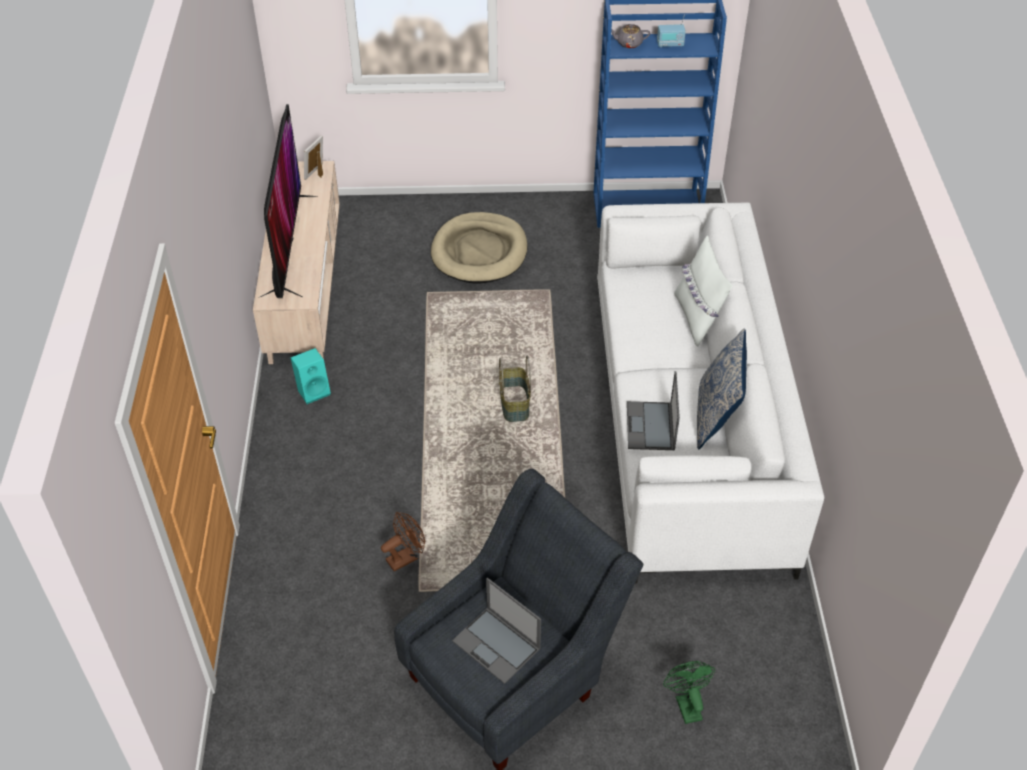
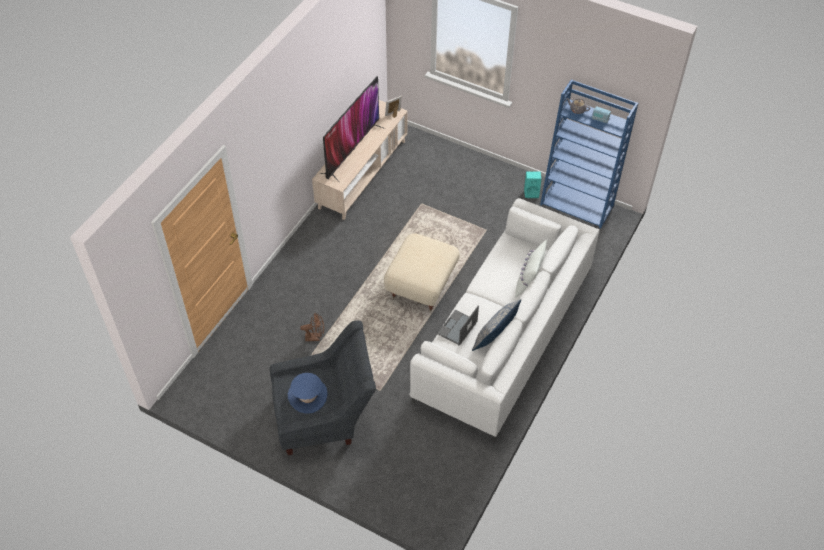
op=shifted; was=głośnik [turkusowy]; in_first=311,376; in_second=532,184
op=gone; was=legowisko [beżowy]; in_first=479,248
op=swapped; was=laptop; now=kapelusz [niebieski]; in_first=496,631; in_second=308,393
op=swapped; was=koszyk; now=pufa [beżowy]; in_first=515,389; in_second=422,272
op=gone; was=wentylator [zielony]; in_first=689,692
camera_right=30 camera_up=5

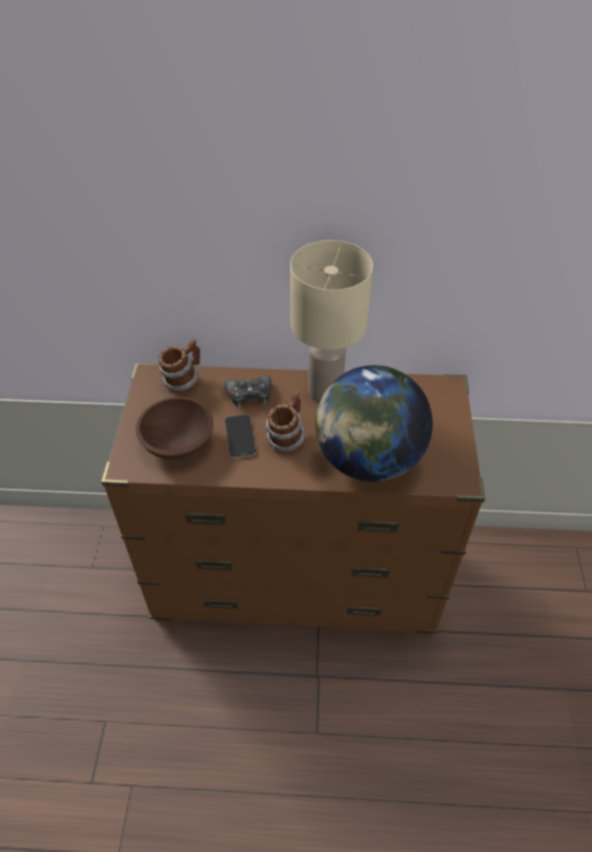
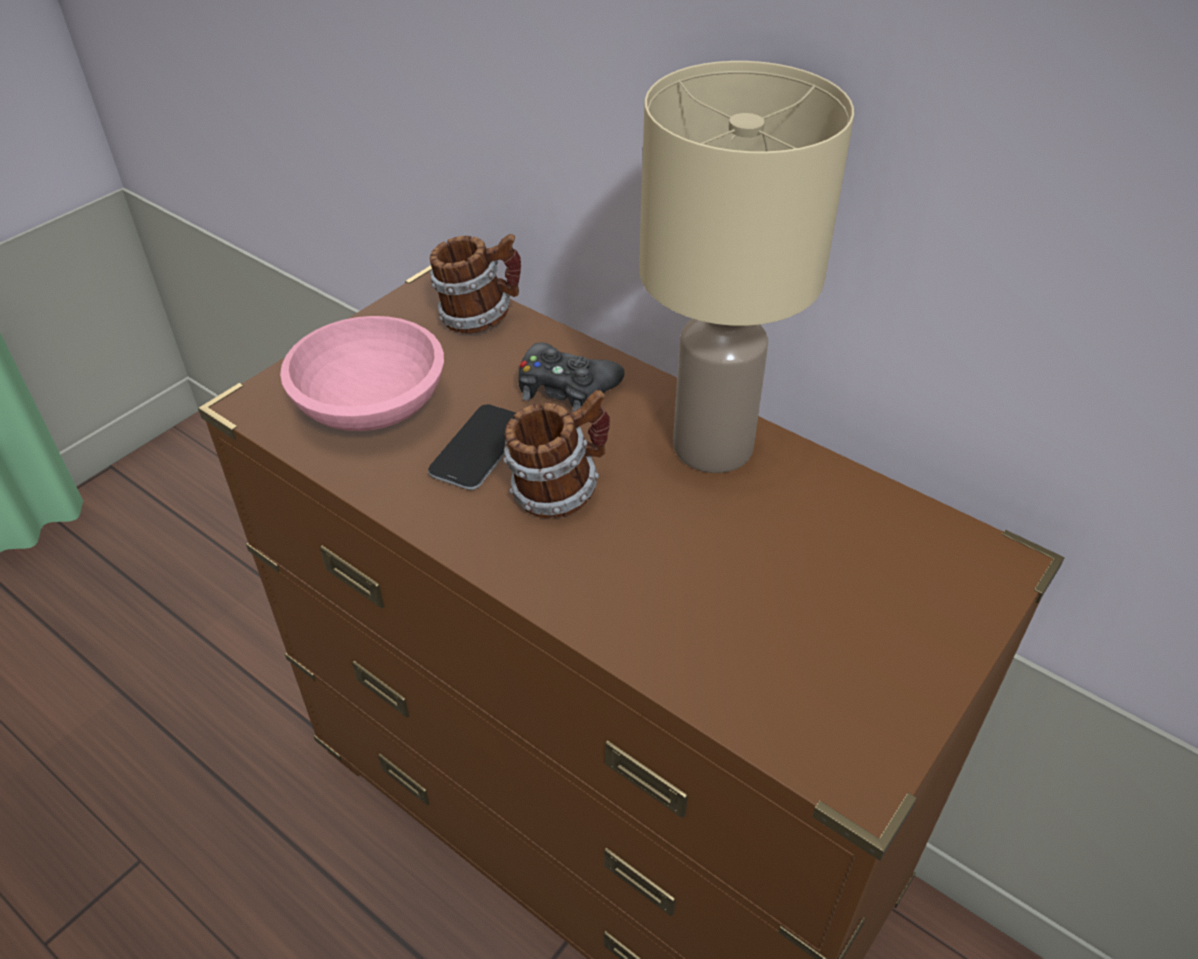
op=repainted; was=miska [brązowy]; now=miska [różowy]; in_first=174,428; in_second=362,373
op=gone; was=globus; in_first=374,423
camera_right=35 camera_up=-5

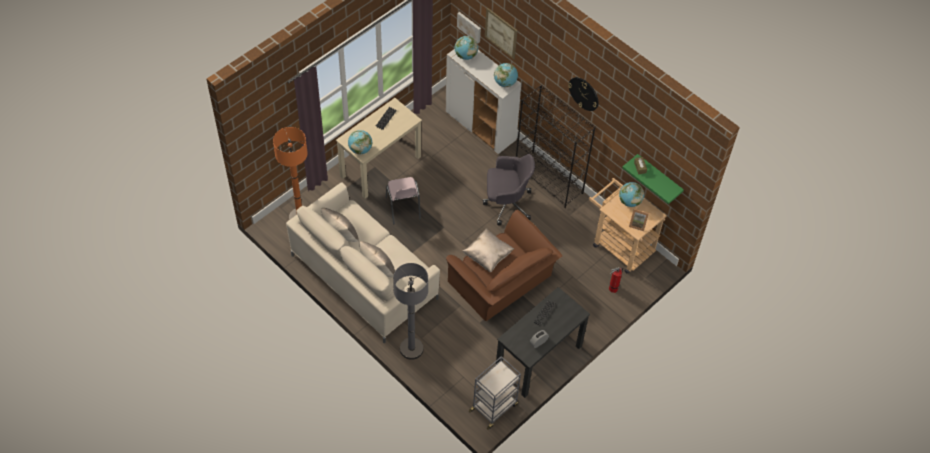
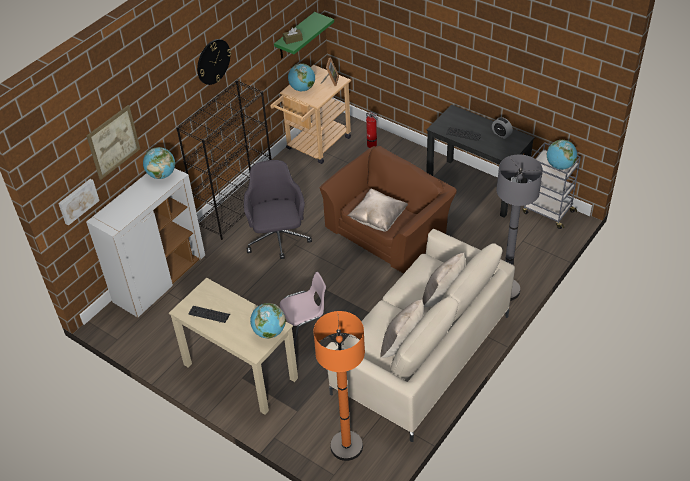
op=shifted; was=globus; in_first=466,48; in_second=562,155
camera_right=-95 camera_up=-10

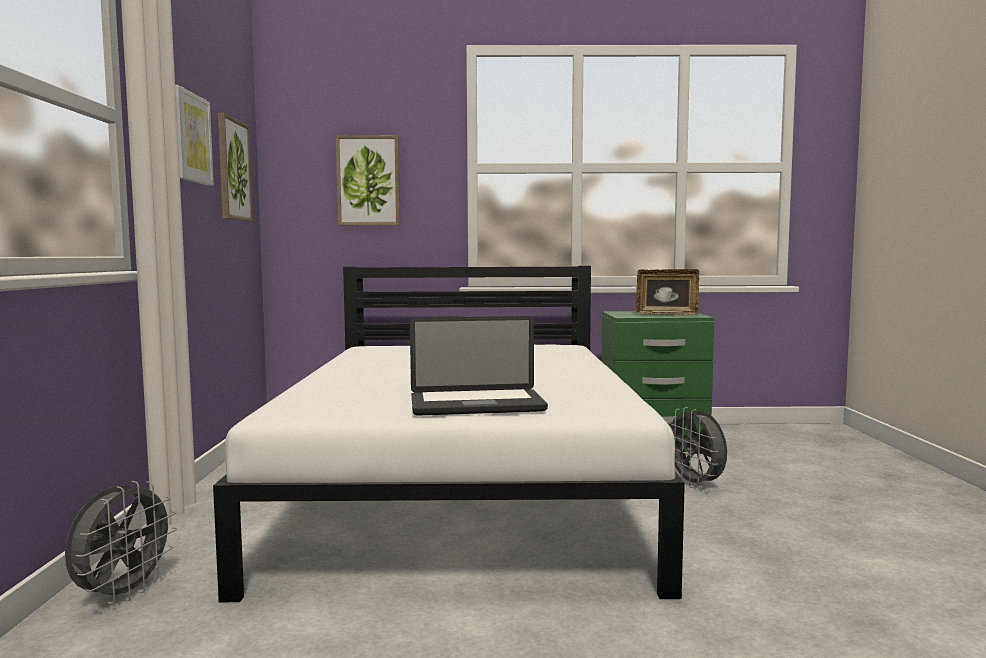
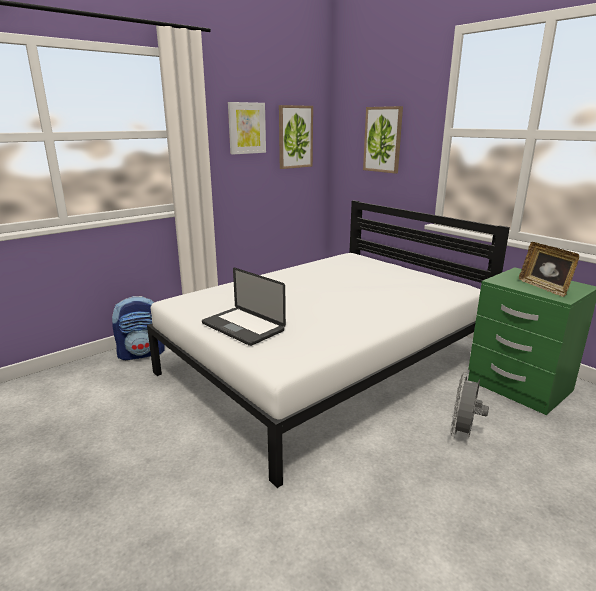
op=swapped; was=wentylator [szary]; now=plecak; in_first=121,542; in_second=138,328
camera_right=50 camera_up=15

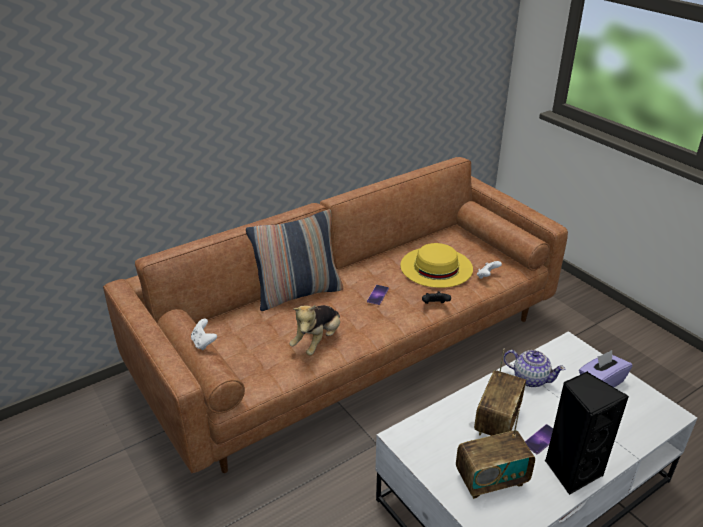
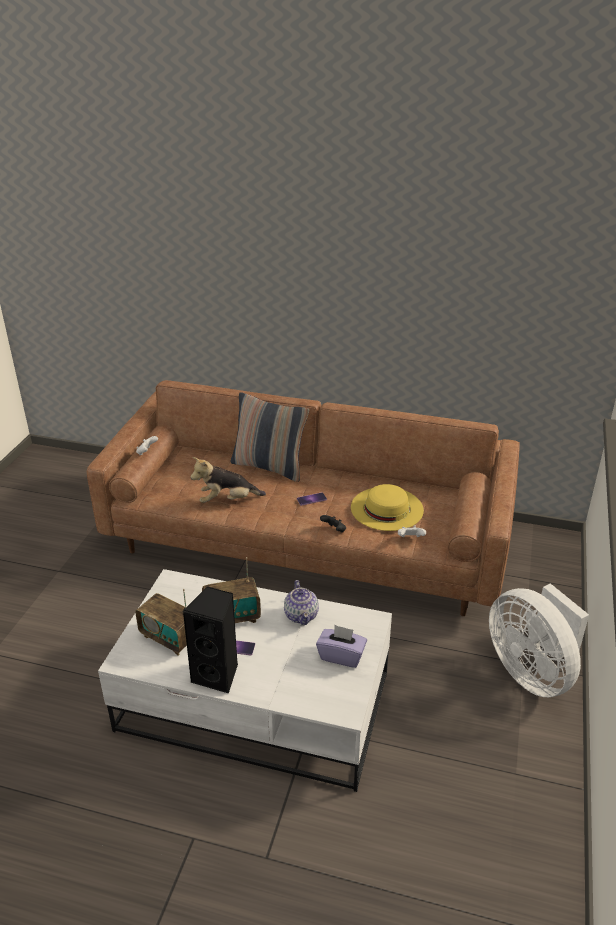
op=new; now=wentylator [biały]; in_second=539,640
camera_right=50 camera_up=0

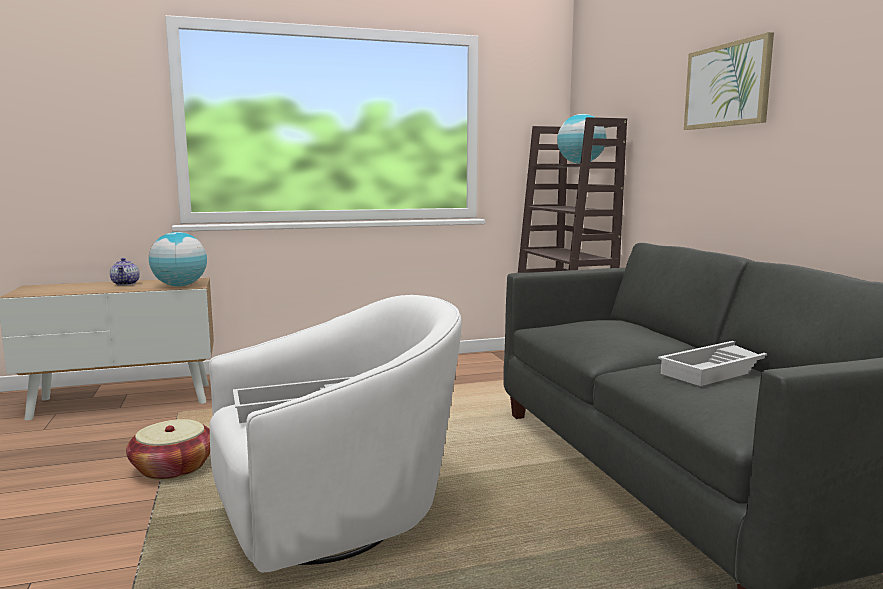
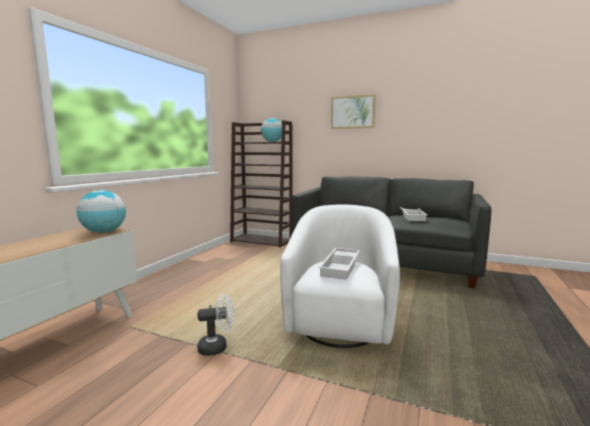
op=gone; was=imbryk; in_first=125,272
op=swapped; was=koszyk; now=wentylator [biały]; in_first=168,449; in_second=215,324
camera_right=-50 camera_up=0

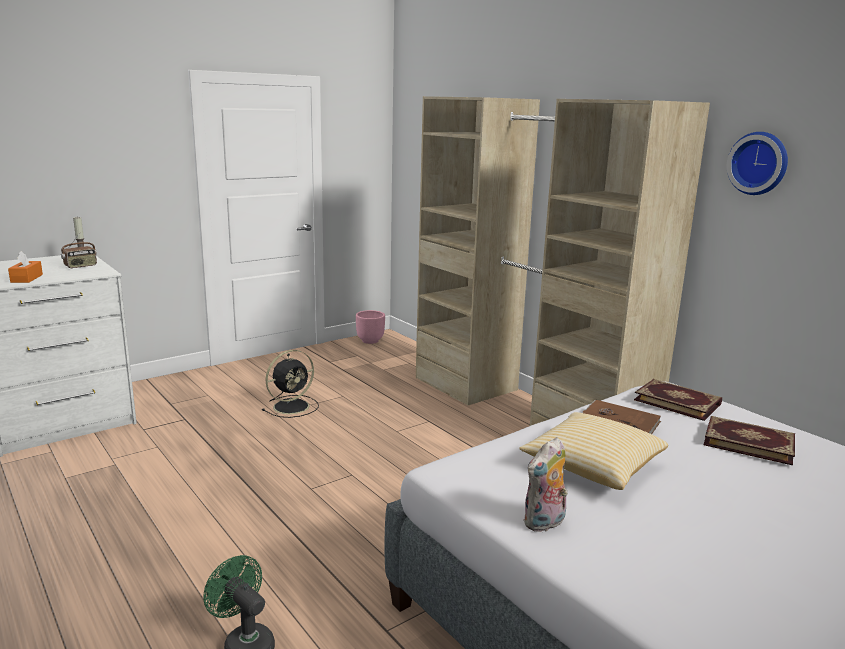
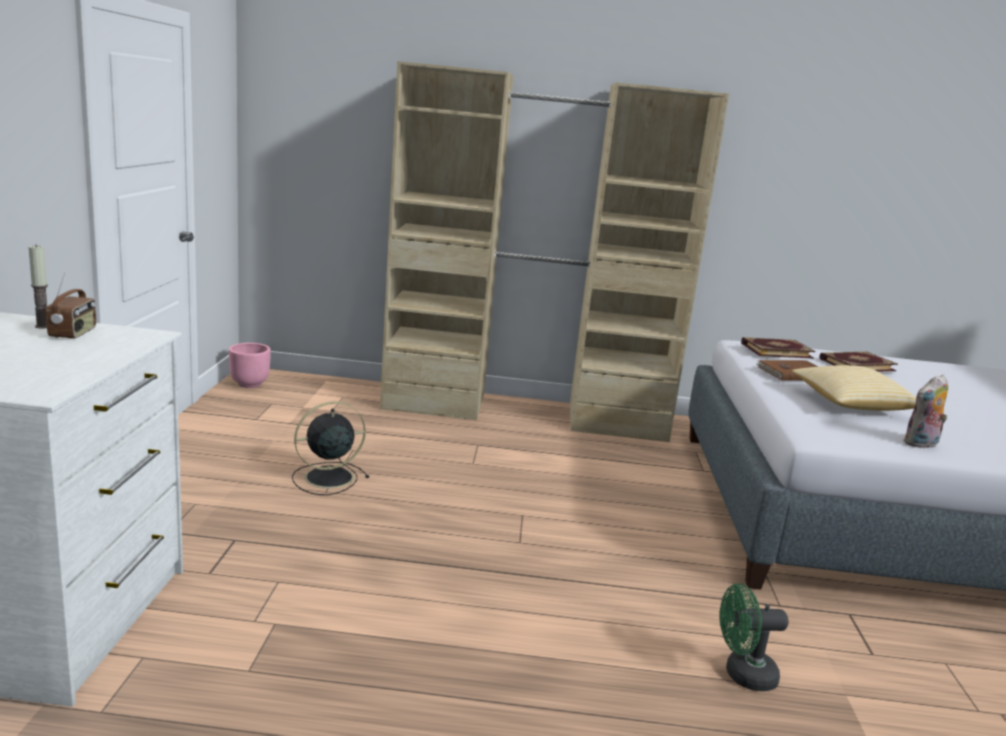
op=gone; was=pudełko chusteczek [pomarańczowy]; in_first=25,267
op=rotated; was=wentylator [czarny]; in_first=290,384; in_second=330,448; clockwise=-120
op=rotated; was=pluszak; in_first=545,485; in_second=925,411; clockwise=60
op=gone; was=zegar ścienny; in_first=757,163
camera_right=-50 camera_up=0

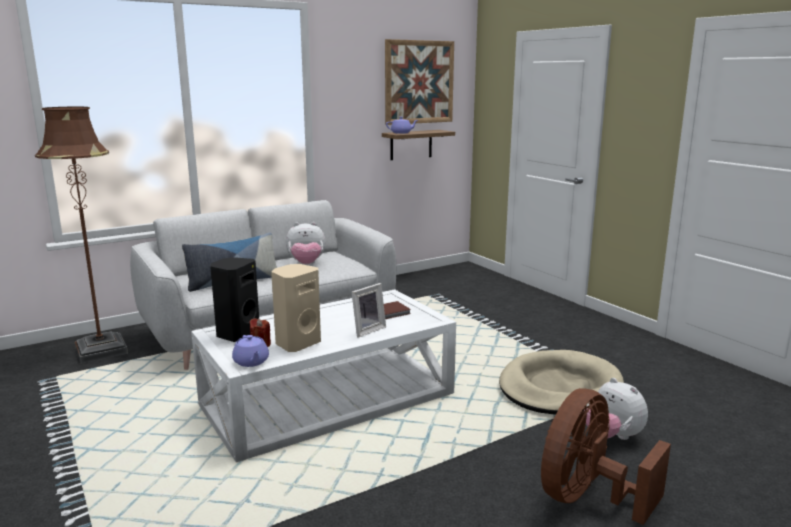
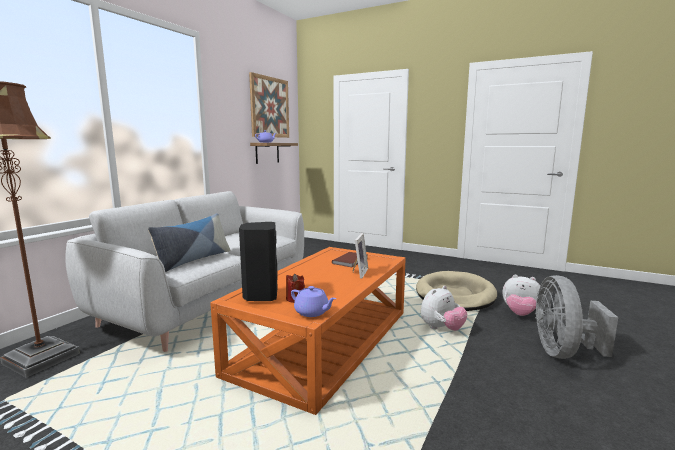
op=repainted; was=ława [biały]; now=ława [pomarańczowy]; in_first=323,376; in_second=308,331
op=gone; was=głośnik [beżowy]; in_first=296,308
op=shifted; was=pluszak; in_first=306,243; in_second=444,308
op=repainted; was=wentylator [brązowy]; now=wentylator [szary]; in_first=606,456; in_second=576,317
camera_right=-30 camera_up=-5

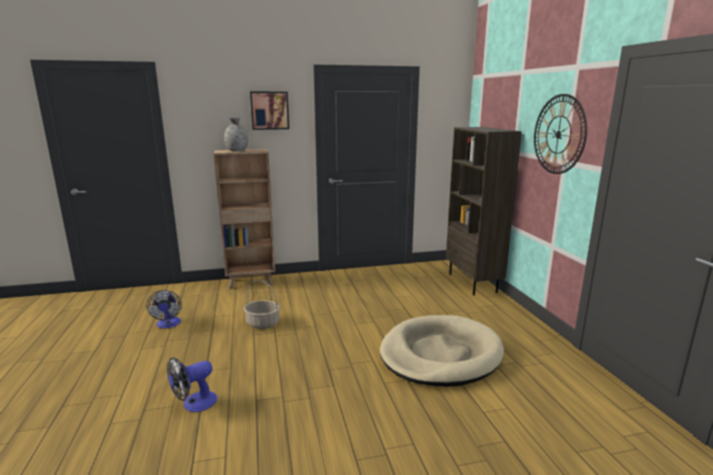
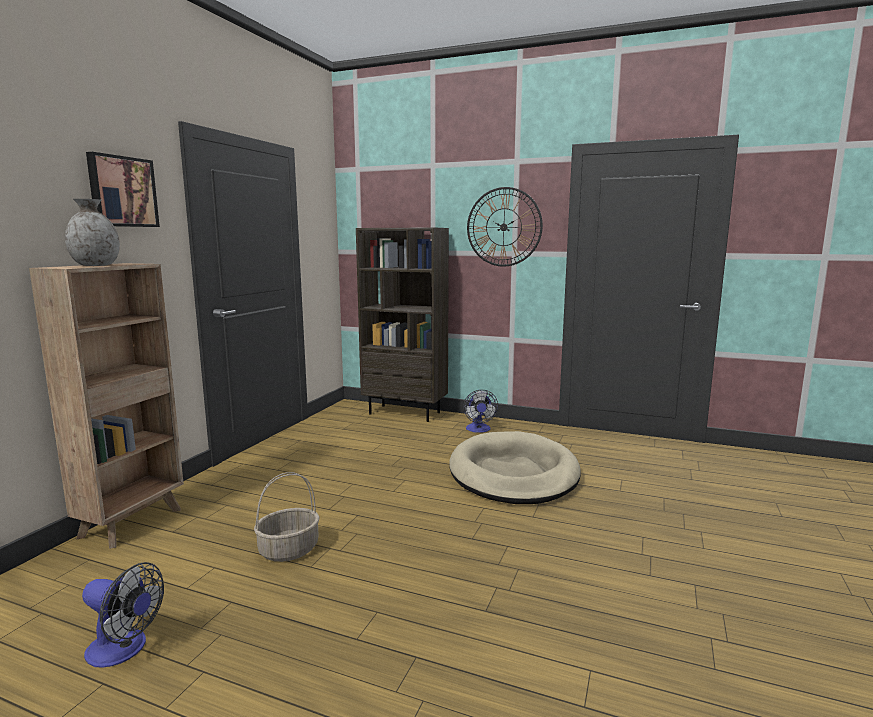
op=shifted; was=wentylator; in_first=192,384; in_second=480,411
camera_right=-55 camera_up=-5

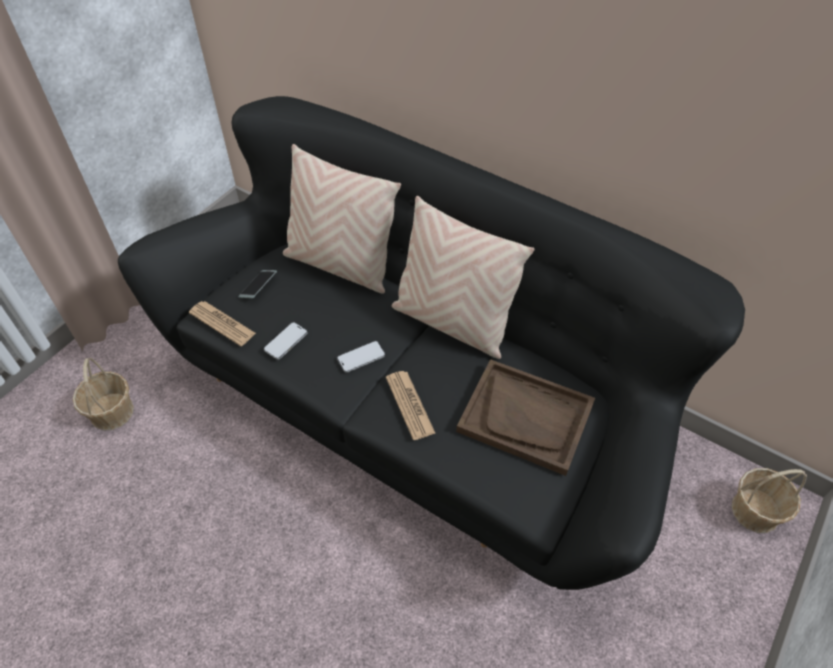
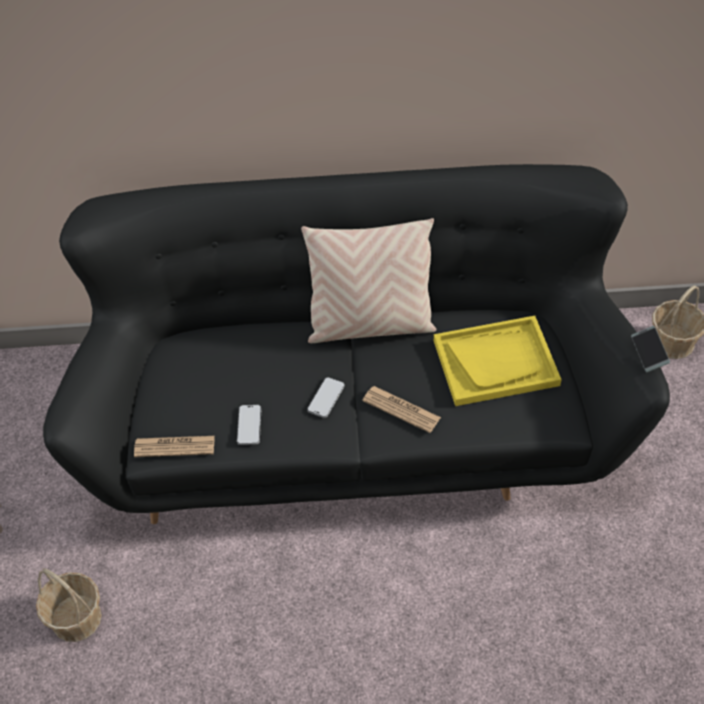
op=shifted; was=telefon; in_first=257,284; in_second=650,349
op=gone; was=poduszka [beżowy]; in_first=342,219
op=repainted; was=taca [brązowy]; now=taca [żółty]; in_first=525,417; in_second=498,361
camera_right=-35 camera_up=0

